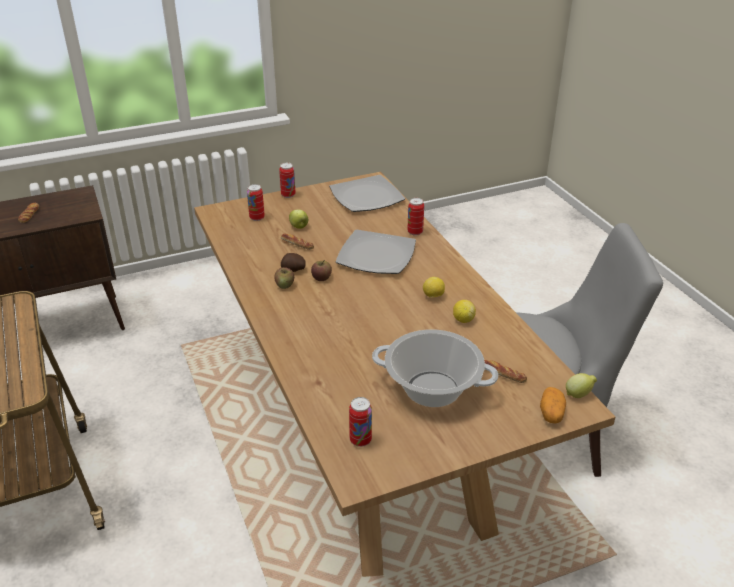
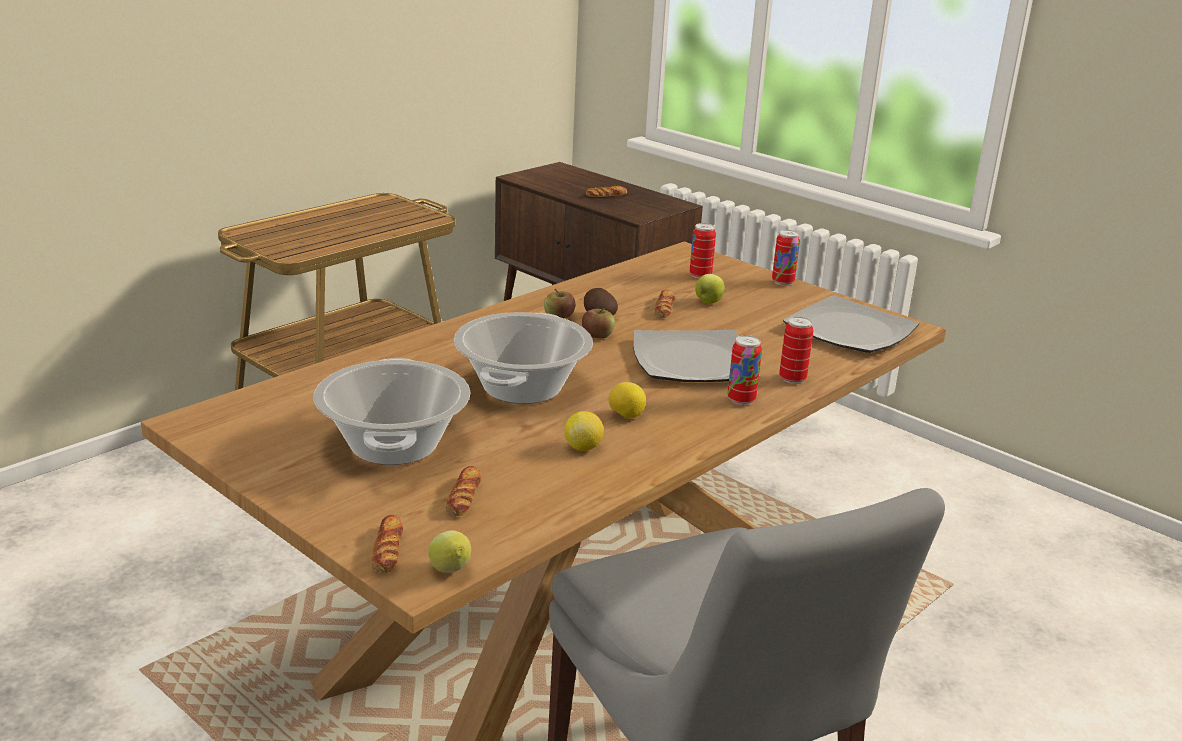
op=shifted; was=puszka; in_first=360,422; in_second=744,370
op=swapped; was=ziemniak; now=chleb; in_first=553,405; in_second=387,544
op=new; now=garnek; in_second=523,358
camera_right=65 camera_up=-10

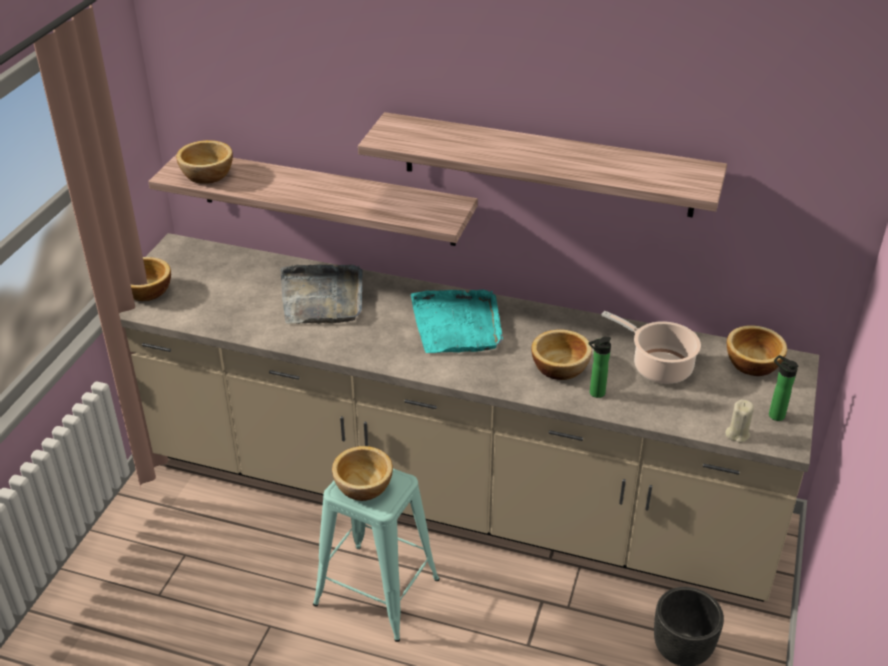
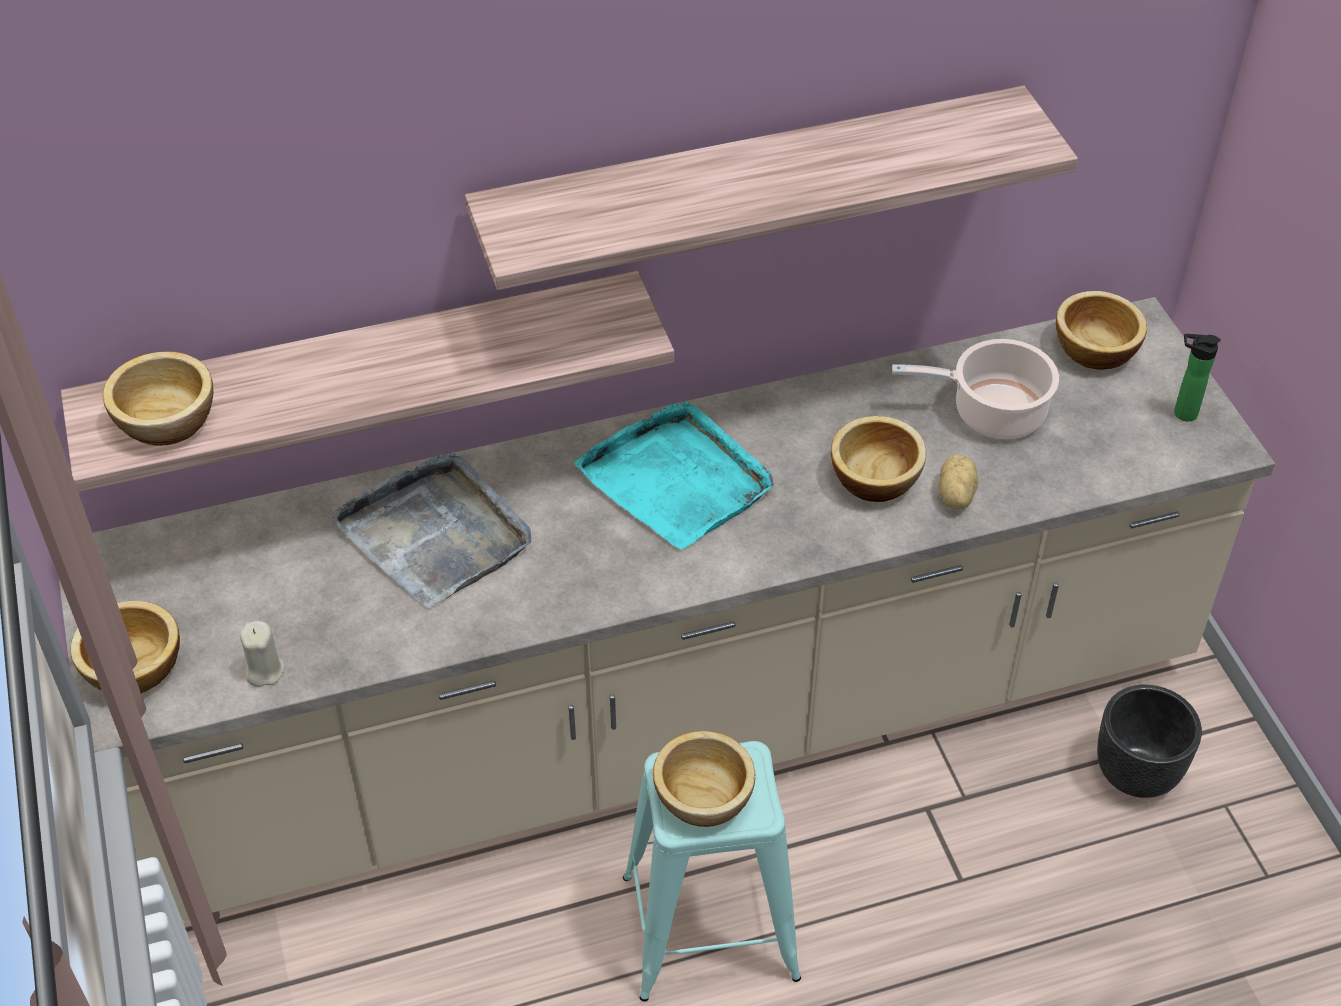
op=swapped; was=butelka; now=ziemniak; in_first=600,367; in_second=958,481
op=shifted; was=świeca [beżowy]; in_first=739,421; in_second=262,654
camera_right=-35 camera_up=10

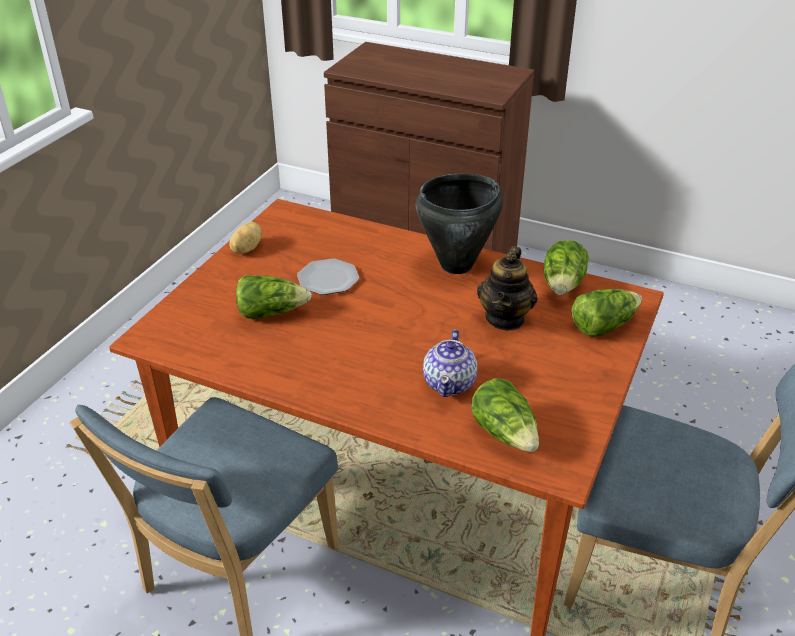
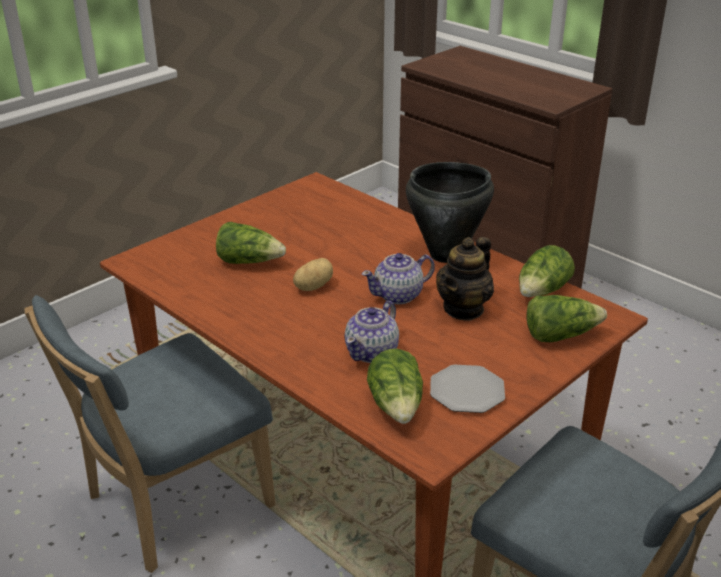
op=shifted; was=ziemniak; in_first=245,238; in_second=313,274
op=shifted; was=talerz; in_first=328,276; in_second=467,389
op=new; now=imbryk; in_second=398,278
camera_right=20 camera_up=-5

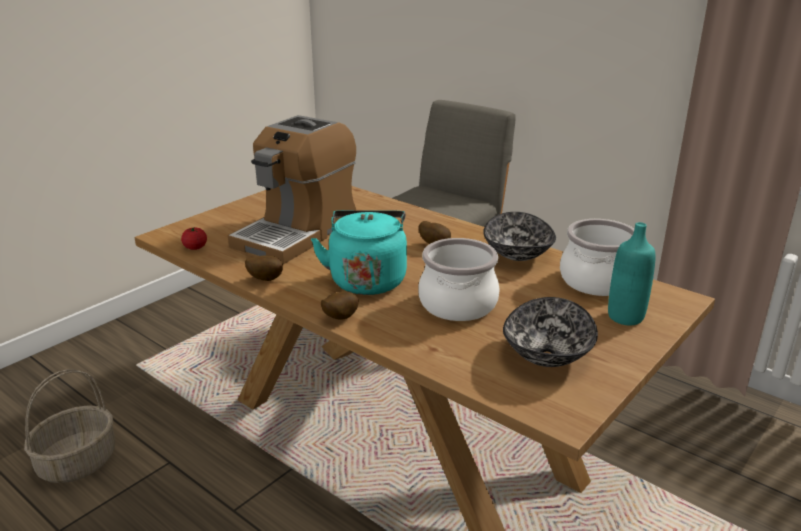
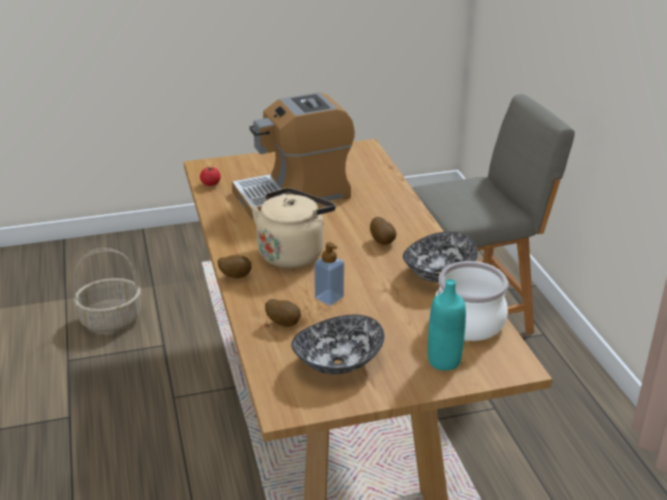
op=shifted; was=ziemniak; in_first=264,268; in_second=283,313
op=repainted; was=czajnik [turkusowy]; now=czajnik [beżowy]; in_first=359,252; in_second=293,228
op=swapped; was=garnek; now=dozownik mydła; in_first=459,279; in_second=329,274
camera_right=35 camera_up=5

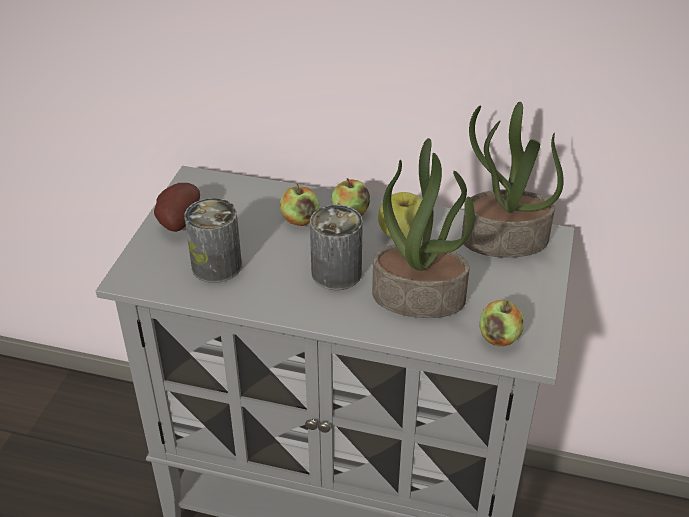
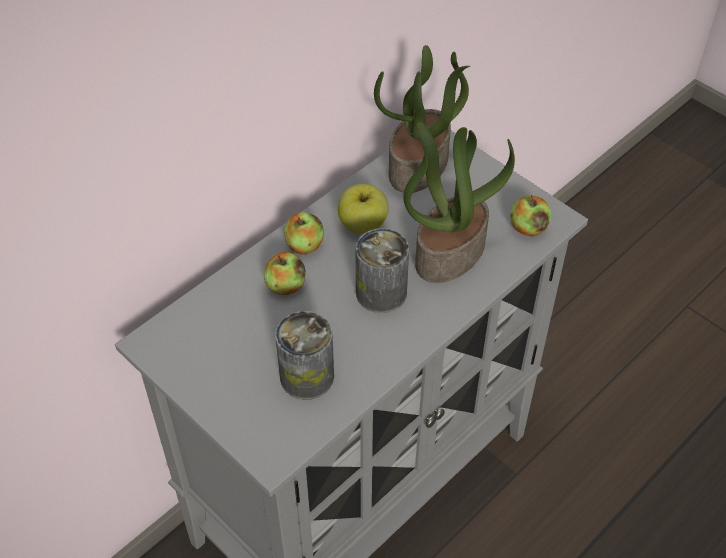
op=gone; was=ziemniak; in_first=177,207
camera_right=-60 camera_up=10

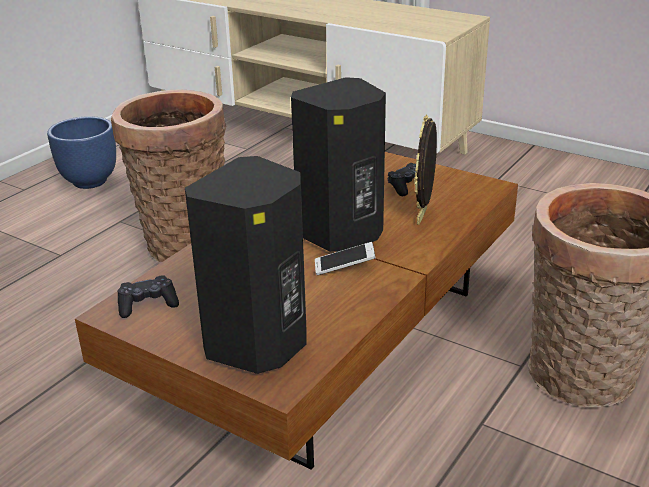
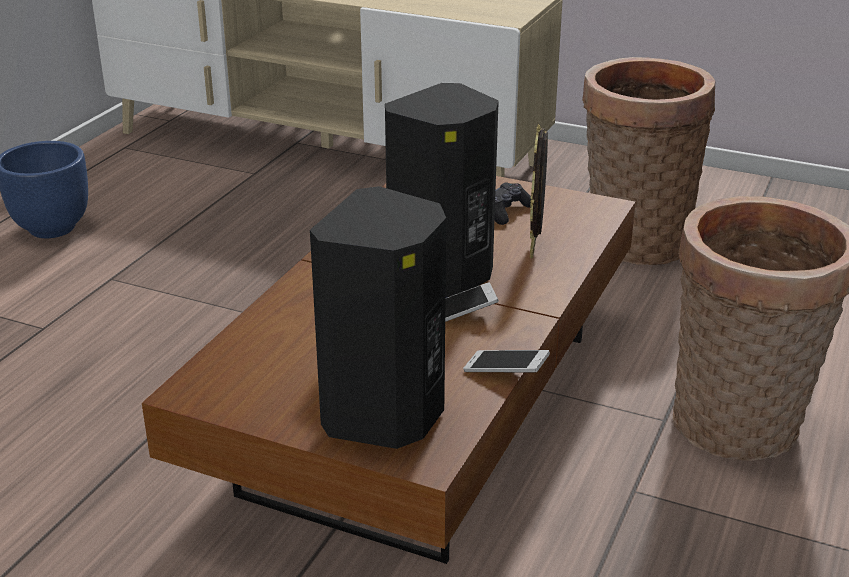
op=shifted; was=koszyk; in_first=168,175; in_second=648,161
op=gone; was=pad do gier [czarny]; in_first=148,296
op=new; now=telefon; in_second=506,361
camera_right=-10 camera_up=0

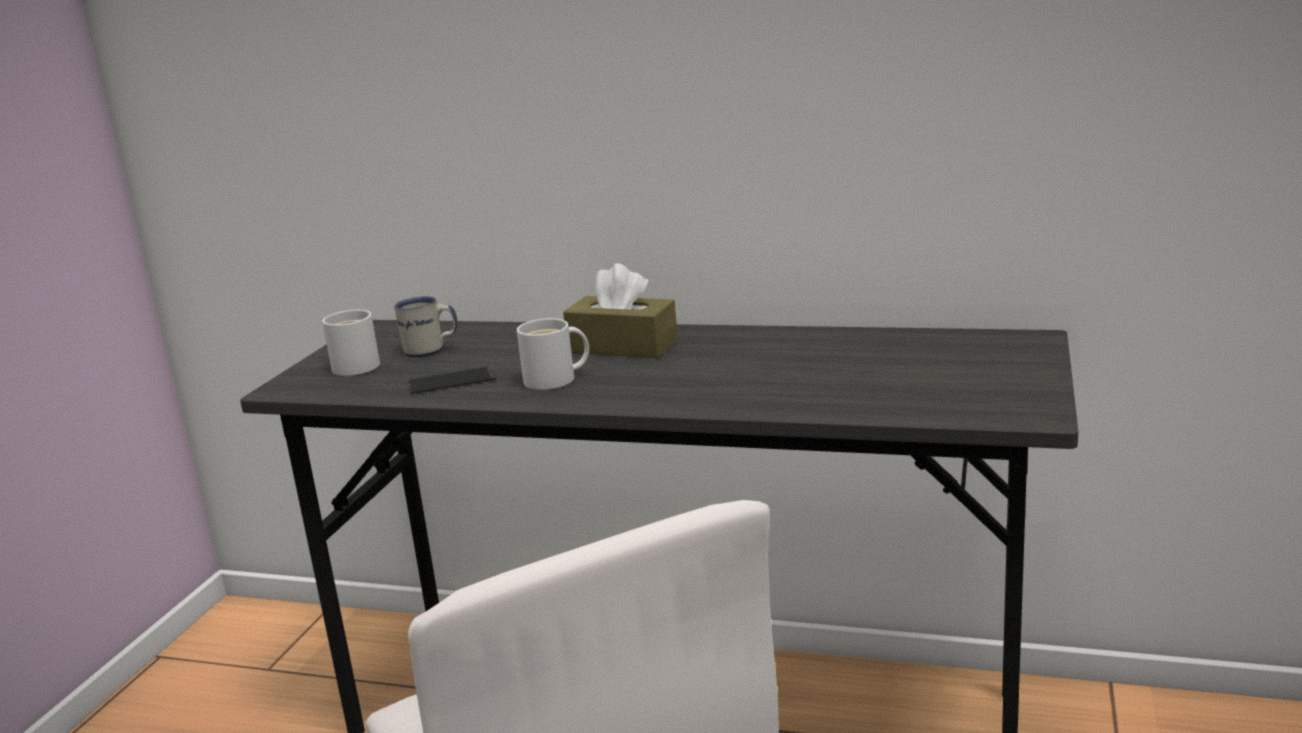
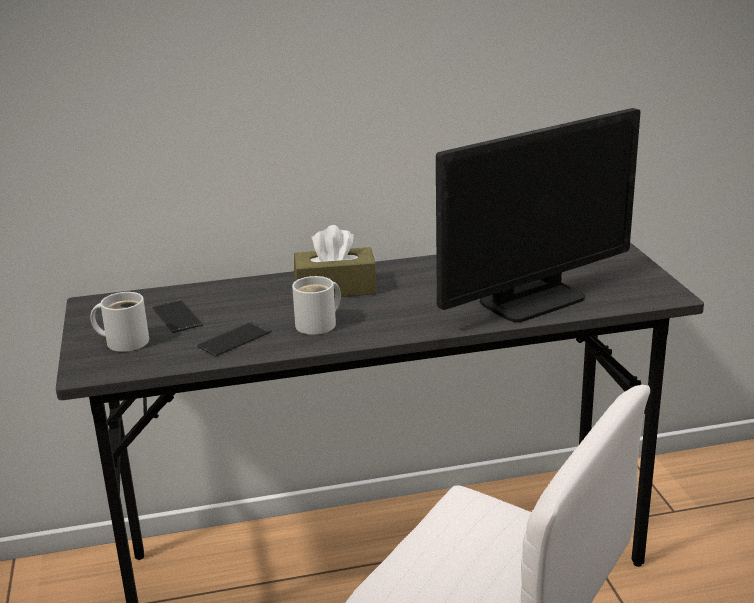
op=swapped; was=kubek [biały]; now=telefon; in_first=426,327; in_second=177,316
op=new; now=monitor; in_second=538,215
camera_right=-30 camera_up=5

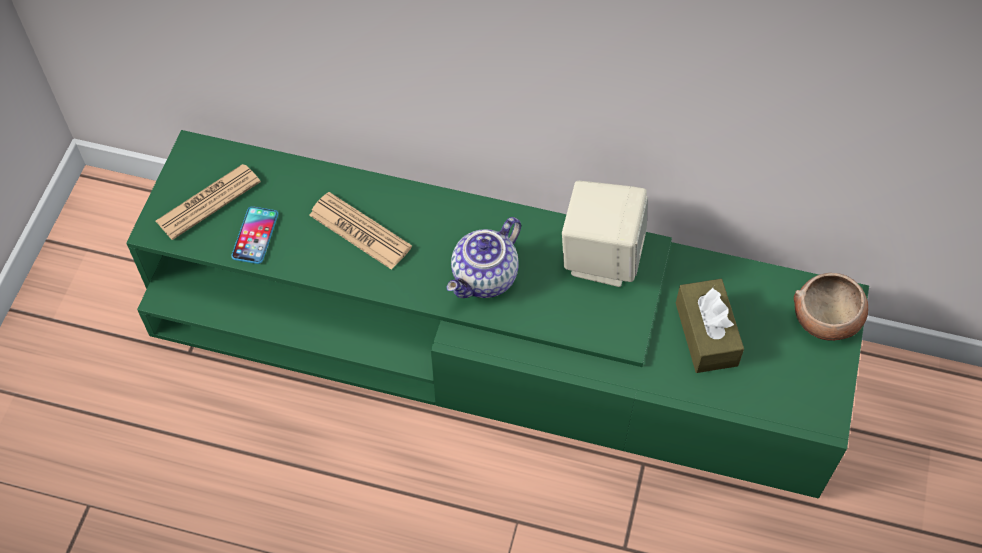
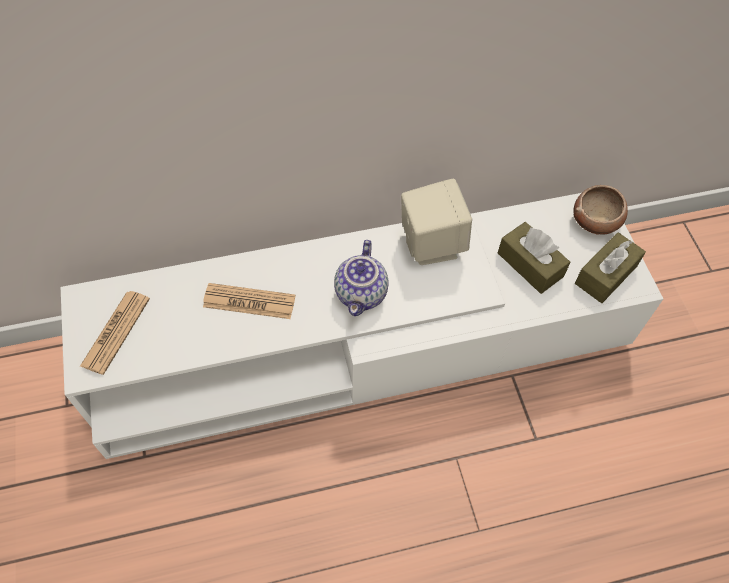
op=repainted; was=szafka pod telewizor [zielony]; now=szafka pod telewizor [biały]; in_first=497,314; in_second=362,326
op=gone; was=telefon; in_first=254,235
op=new; now=pudełko chusteczek [brązowy]; in_second=610,267
camera_right=-30 camera_up=0

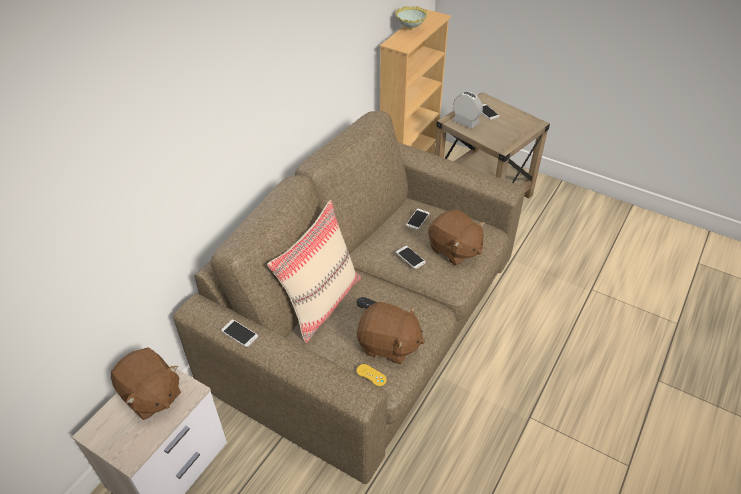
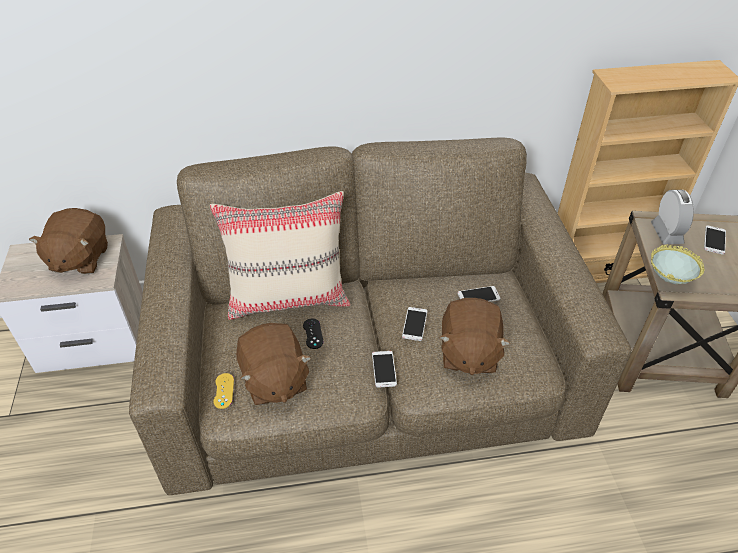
op=shifted; was=telefon; in_first=239,333; in_second=384,369
op=shifted; was=miska; in_first=411,18; in_second=678,264
camera_right=50 camera_up=0

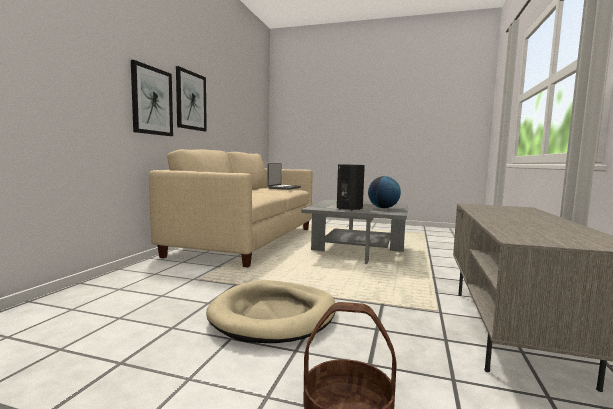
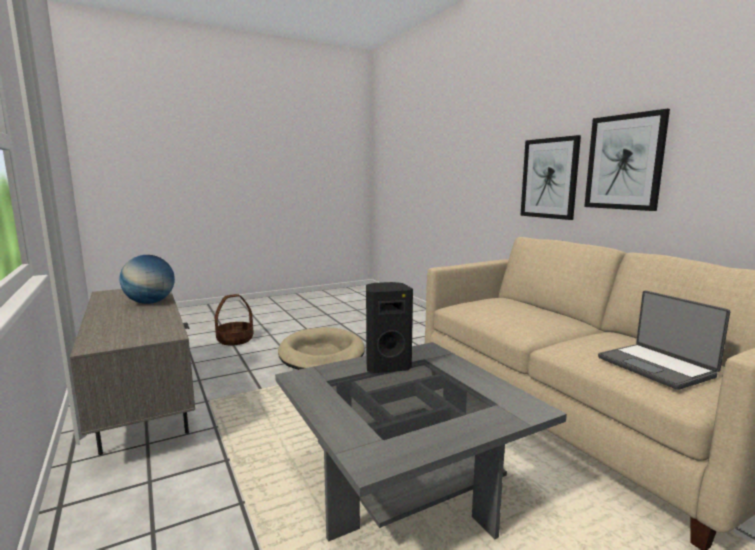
op=shifted; was=globus; in_first=384,192; in_second=147,279
camera_right=135 camera_up=5

